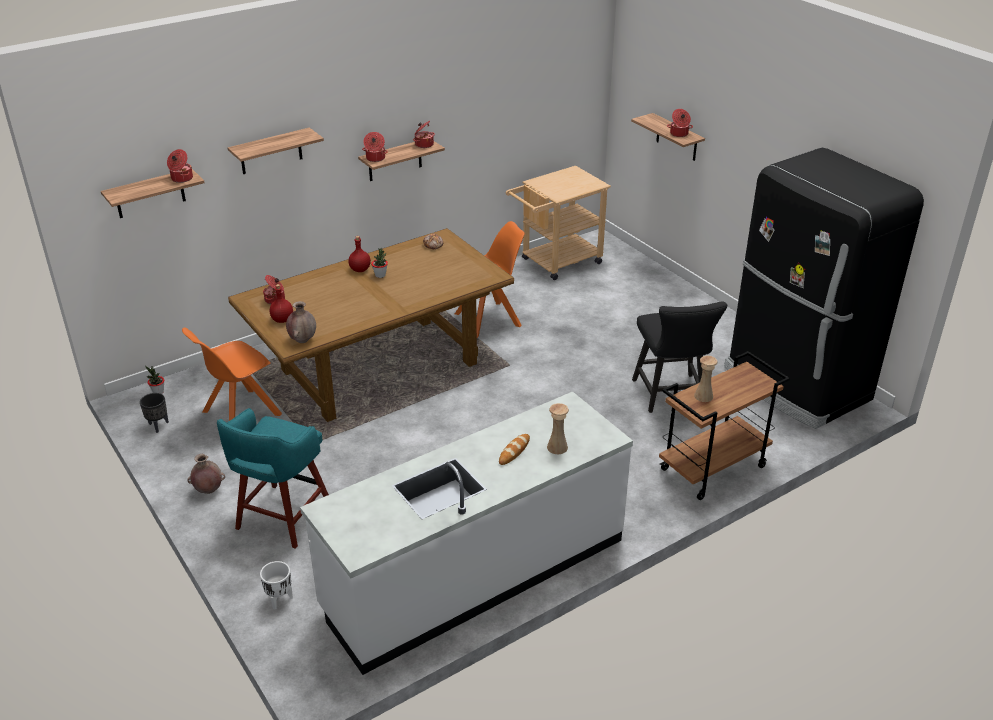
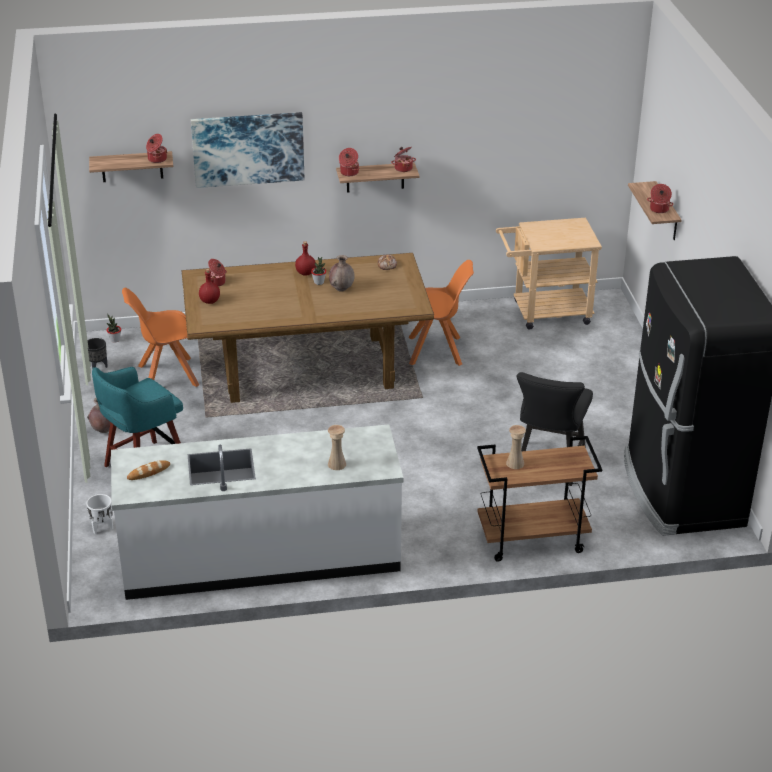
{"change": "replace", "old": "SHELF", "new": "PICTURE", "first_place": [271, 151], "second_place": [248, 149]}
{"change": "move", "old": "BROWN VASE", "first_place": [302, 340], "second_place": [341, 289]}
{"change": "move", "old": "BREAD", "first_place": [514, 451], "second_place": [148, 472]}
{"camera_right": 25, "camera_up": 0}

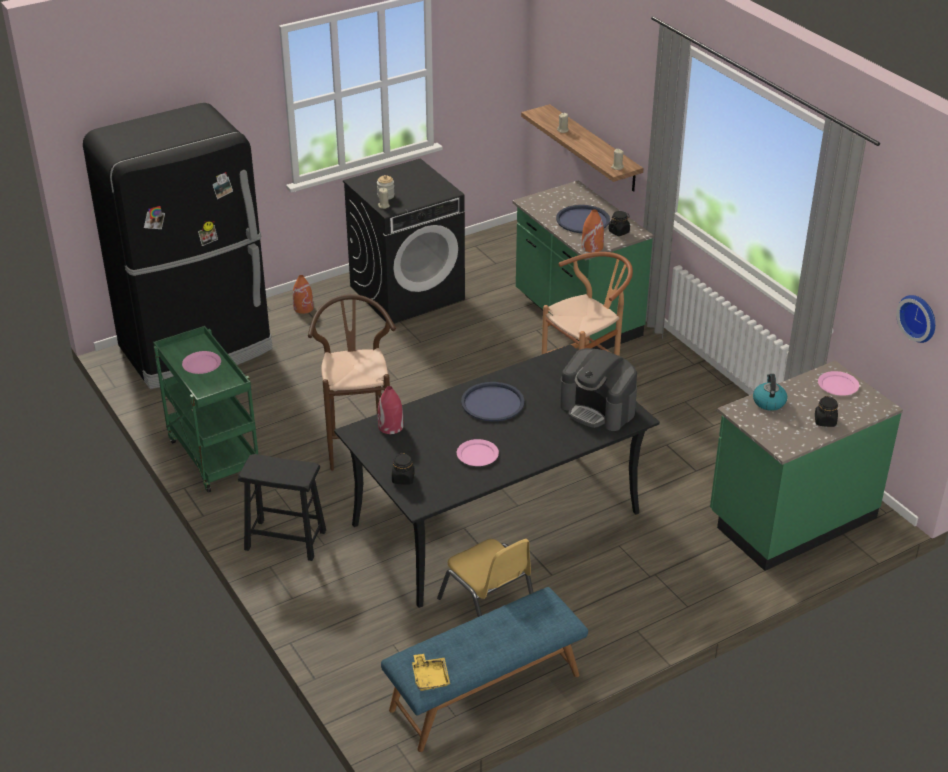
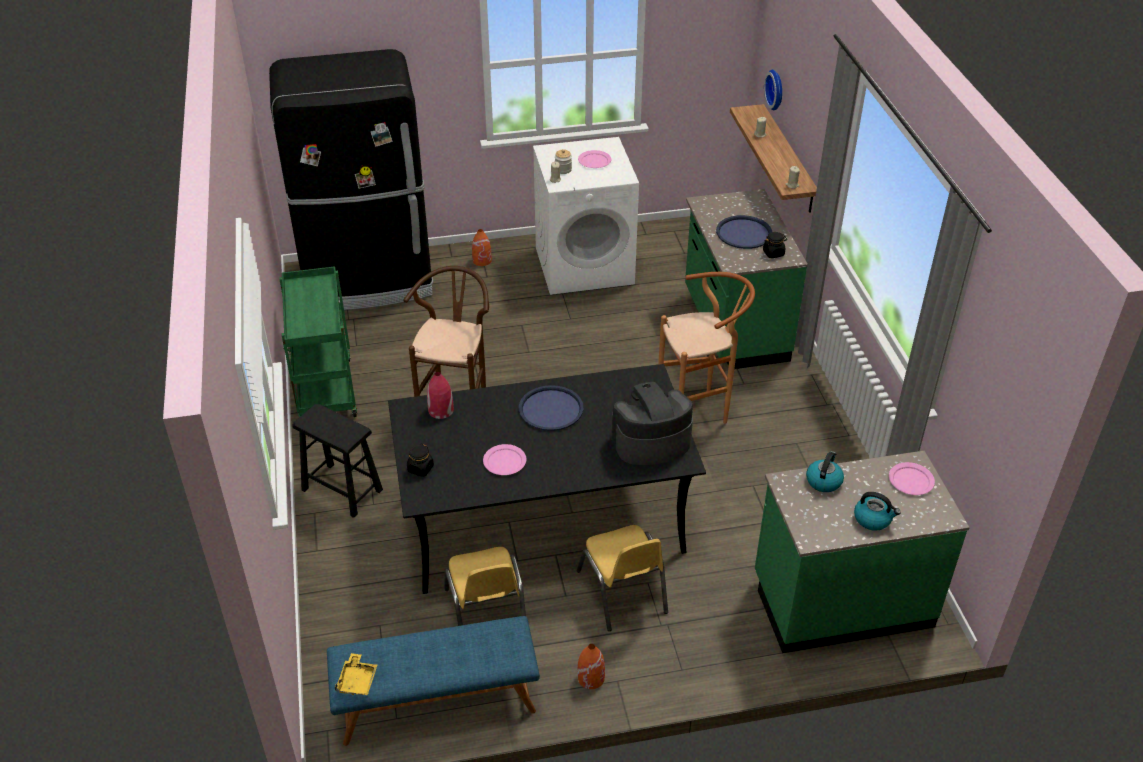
{"change": "recolor", "old": "BLACK WASHING MACHINE", "new": "WHITE WASHING MACHINE", "first_place": [407, 292], "second_place": [585, 265]}
{"change": "move", "old": "ORANGE VASE", "first_place": [592, 247], "second_place": [591, 677]}
{"change": "move", "old": "WALL CLOCK", "first_place": [919, 317], "second_place": [776, 89]}
{"change": "rotate", "old": "COFFEE MACHINE", "first_place": [598, 409], "second_place": [650, 441], "degrees": 105}
{"change": "move", "old": "PINK PLATE", "first_place": [202, 364], "second_place": [594, 161]}
{"change": "replace", "old": "BLACK JAR", "new": "KETTLE", "first_place": [825, 421], "second_place": [873, 519]}
{"change": "insert", "new": "YELLOW CHAIR", "second_place": [622, 592]}
{"camera_right": 20, "camera_up": 5}

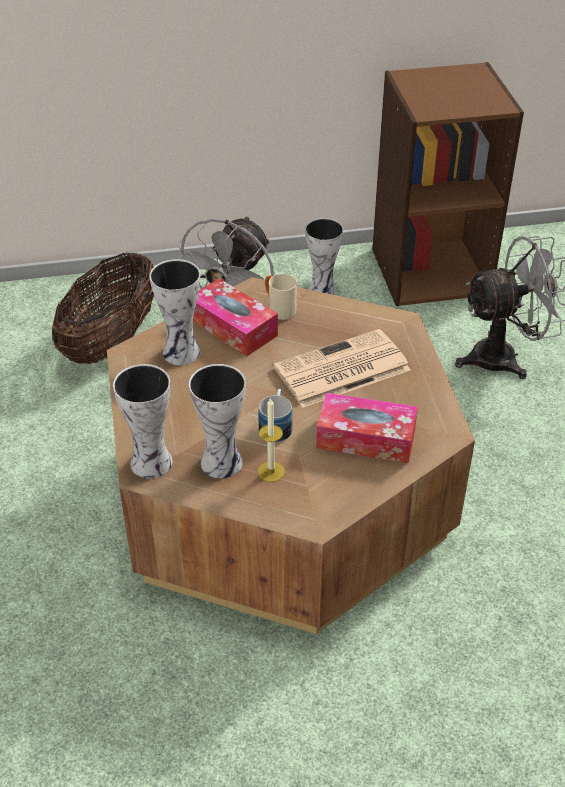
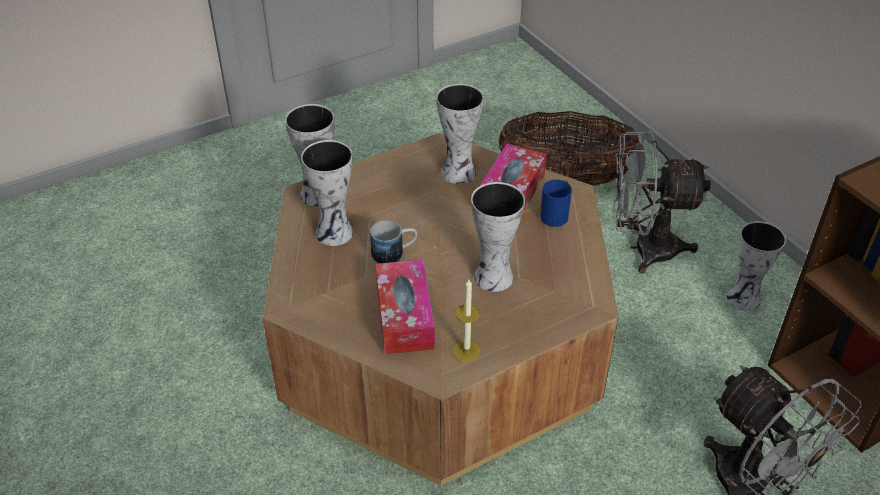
{"change": "recolor", "old": "BEIGE MUG", "new": "BLUE MUG", "first_place": [278, 309], "second_place": [556, 214]}
{"change": "replace", "old": "NEWSPAPER", "new": "VASE", "first_place": [340, 370], "second_place": [491, 277]}
{"change": "move", "old": "CANDLE", "first_place": [271, 471], "second_place": [466, 351]}
{"camera_right": 70, "camera_up": 0}

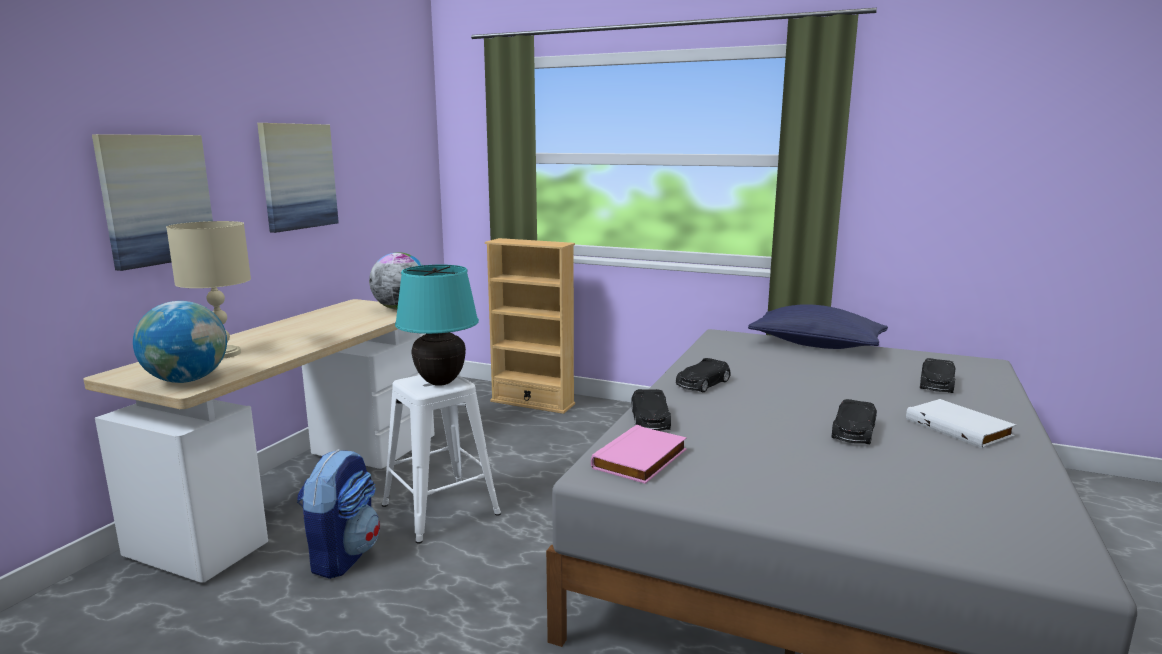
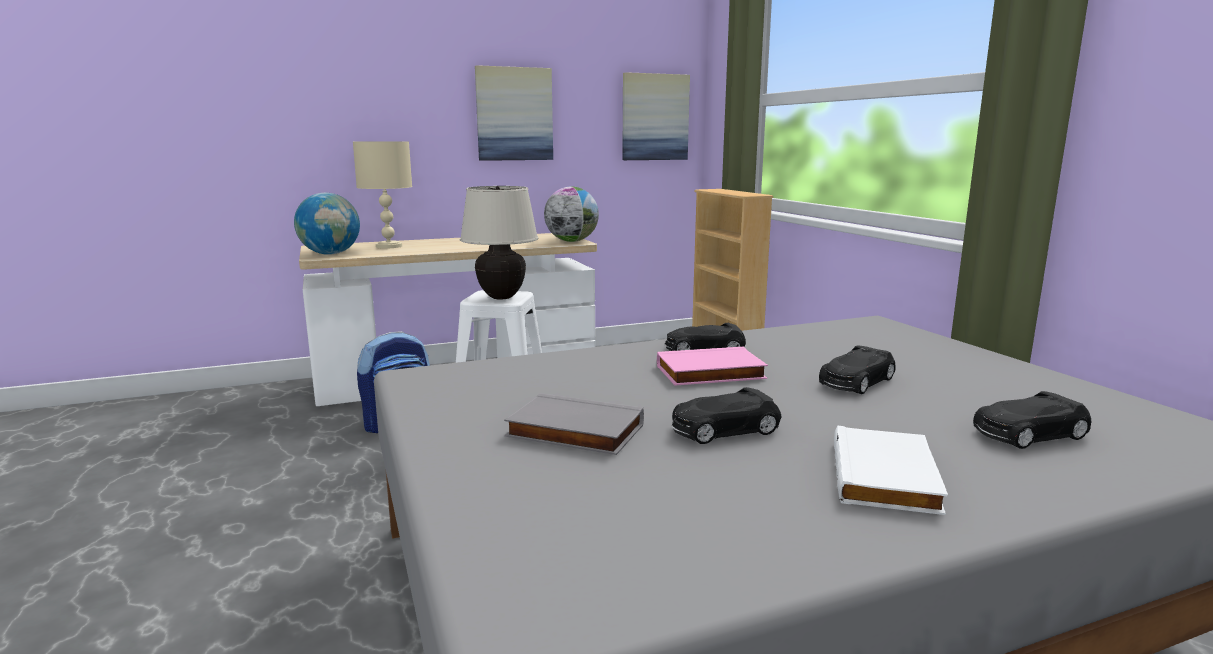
{"change": "move", "old": "PICTURE", "first_place": [157, 199], "second_place": [654, 117]}
{"change": "recolor", "old": "TURQUOISE TABLE LAMP", "new": "BEIGE TABLE LAMP", "first_place": [440, 382], "second_place": [501, 297]}
{"change": "delete", "old": "BLUE PILLOW", "first_place": [816, 345]}
{"change": "move", "old": "BLACK TOY CAR", "first_place": [650, 420], "second_place": [856, 382]}
{"change": "move", "old": "PINK BOOK", "first_place": [641, 460], "second_place": [710, 373]}
{"change": "insert", "new": "GREY BOOK", "second_place": [573, 432]}
{"camera_right": 45, "camera_up": 0}

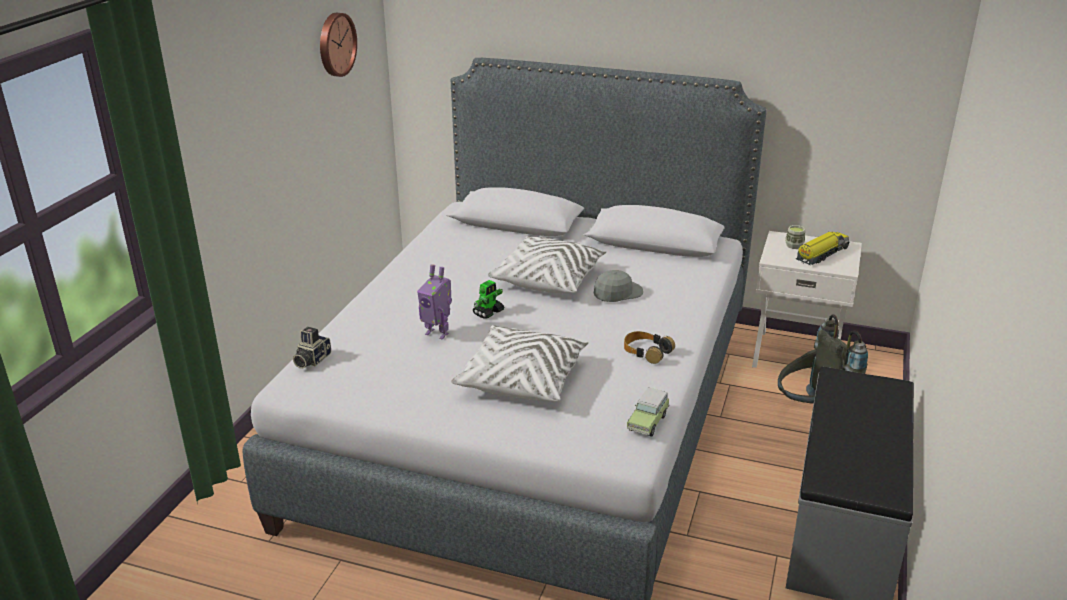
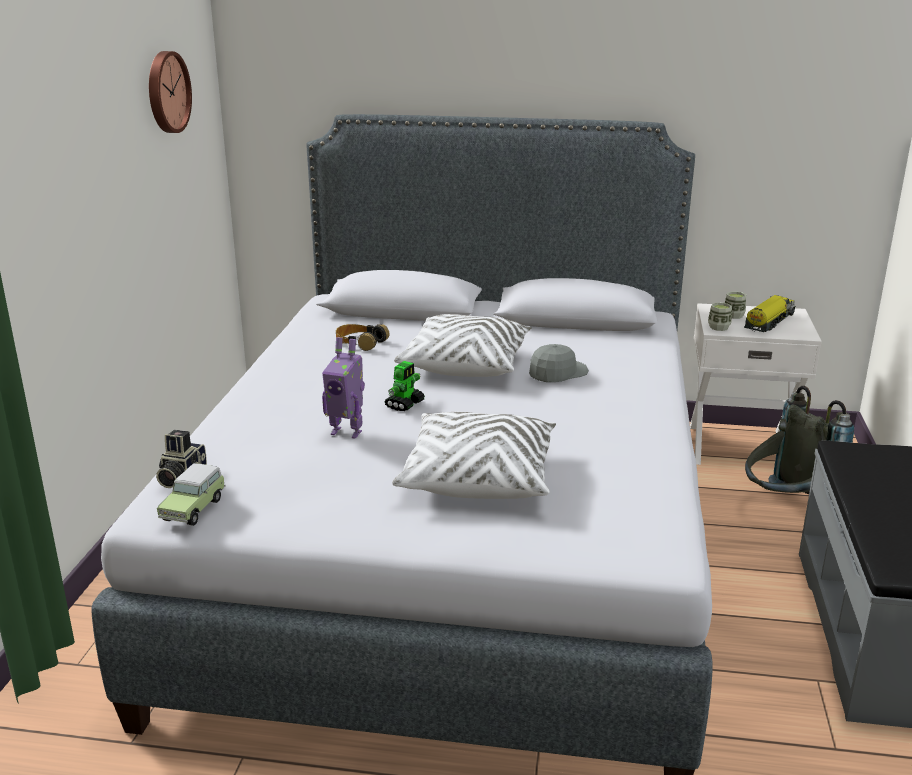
{"change": "move", "old": "HEADPHONES", "first_place": [646, 352], "second_place": [360, 342]}
{"change": "move", "old": "TOY CAR", "first_place": [648, 421], "second_place": [195, 508]}
{"change": "insert", "new": "CUP", "second_place": [719, 327]}
{"camera_right": -10, "camera_up": -5}

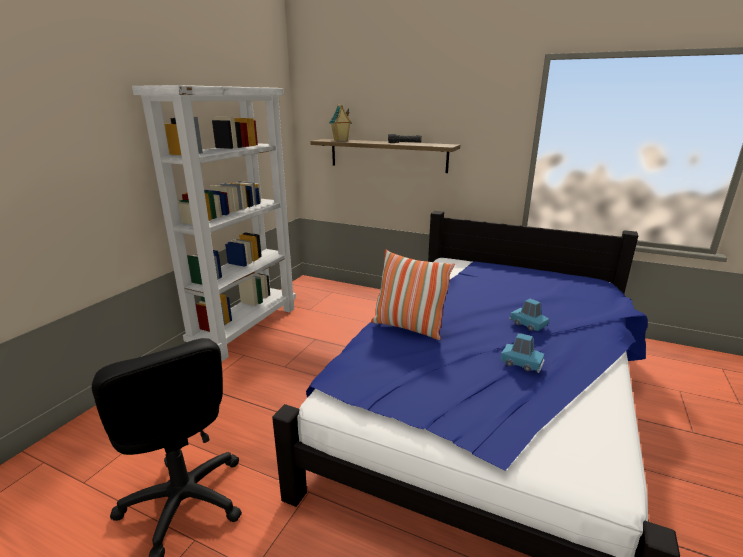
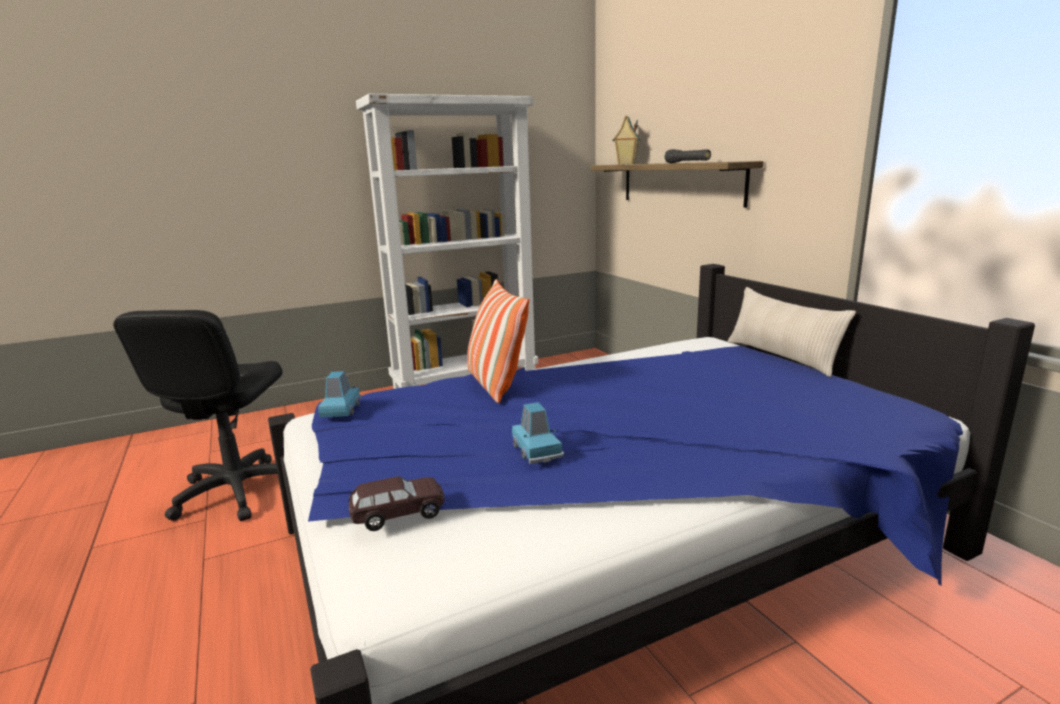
{"change": "move", "old": "BLUE TOY CAR", "first_place": [528, 324], "second_place": [341, 410]}
{"change": "insert", "new": "BEIGE PILLOW", "second_place": [781, 356]}
{"change": "insert", "new": "BROWN TOY CAR", "second_place": [398, 514]}
{"camera_right": 40, "camera_up": -5}

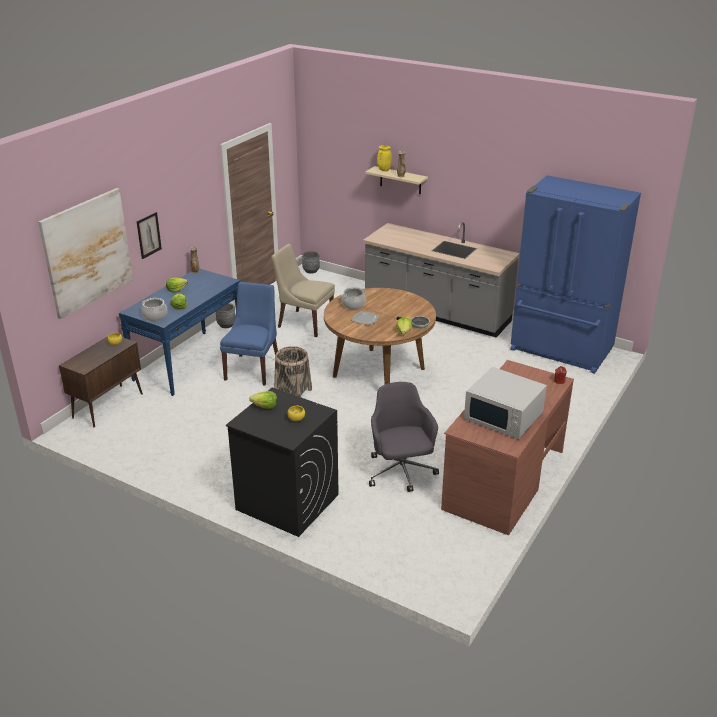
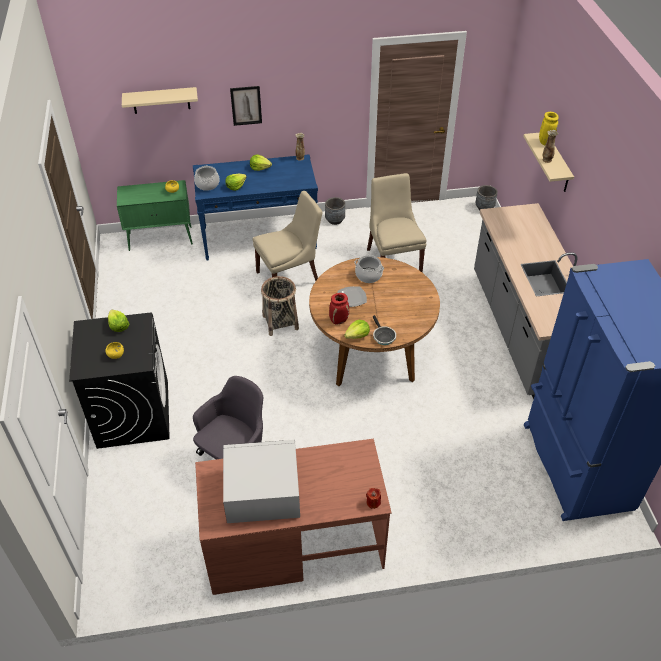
{"change": "replace", "old": "PICTURE", "new": "BEIGE SHELF", "first_place": [87, 252], "second_place": [161, 100]}
{"change": "recolor", "old": "BLUE CHAIR", "new": "BEIGE CHAIR", "first_place": [253, 368], "second_place": [290, 277]}
{"change": "recolor", "old": "BROWN CABINET", "new": "GREEN CABINET", "first_place": [108, 405], "second_place": [161, 238]}
{"change": "rotate", "old": "WHITE MICROWAVE", "first_place": [504, 417], "second_place": [261, 492], "degrees": 90}
{"change": "insert", "new": "RED VASE", "second_place": [339, 320]}
{"camera_right": 50, "camera_up": 15}

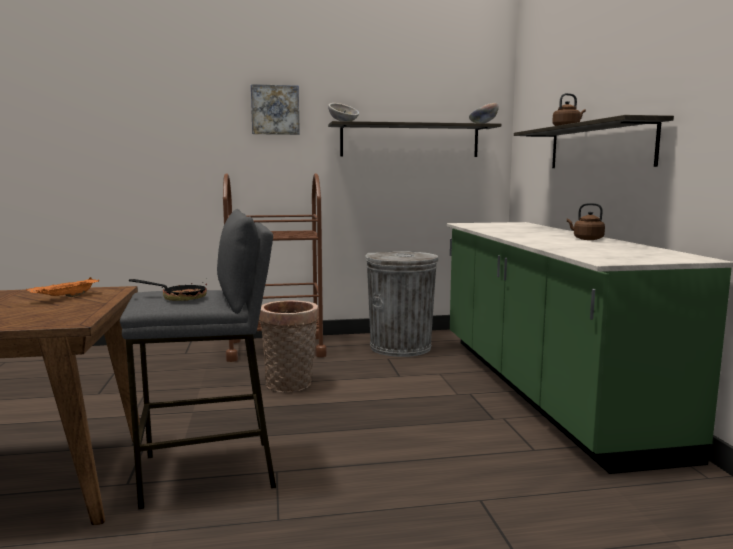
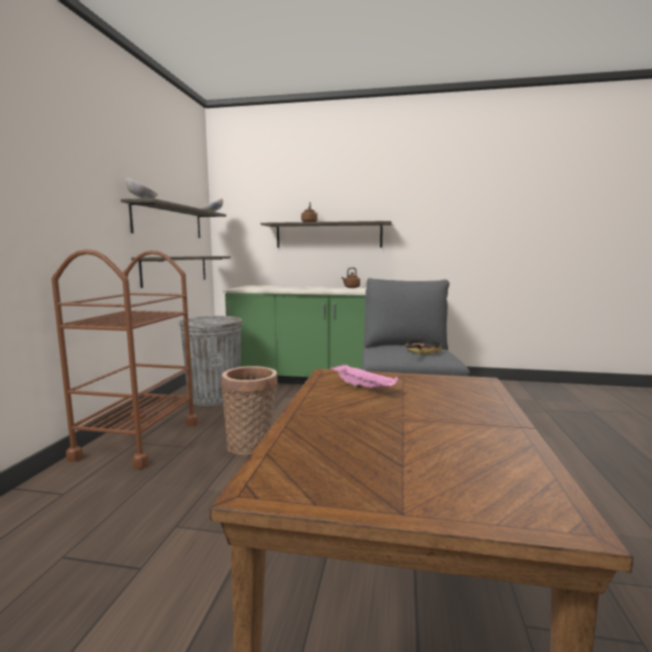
{"change": "delete", "old": "PICTURE", "first_place": [275, 110]}
{"change": "recolor", "old": "ORANGE TRAY", "new": "PINK TRAY", "first_place": [65, 297], "second_place": [364, 388]}
{"change": "insert", "new": "SHELF", "second_place": [176, 270]}
{"camera_right": -70, "camera_up": 0}

